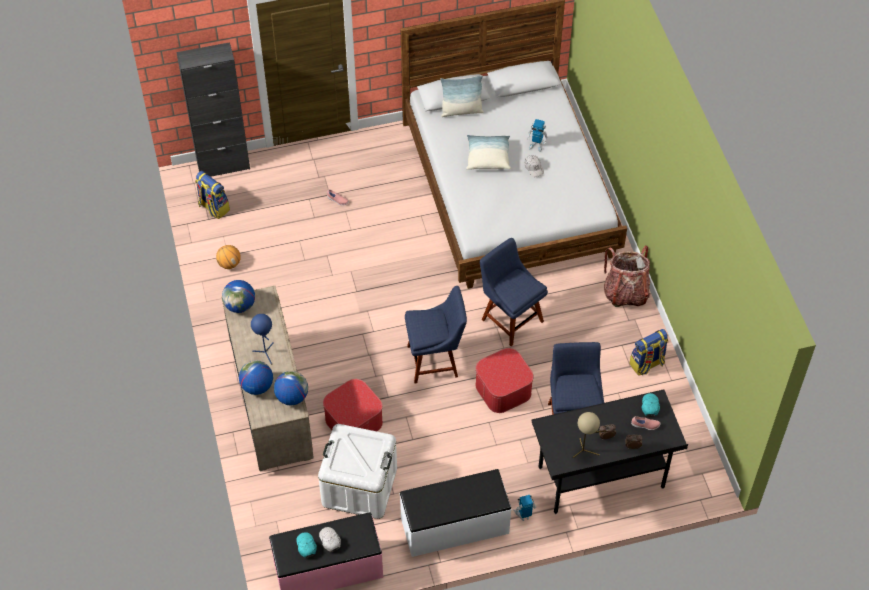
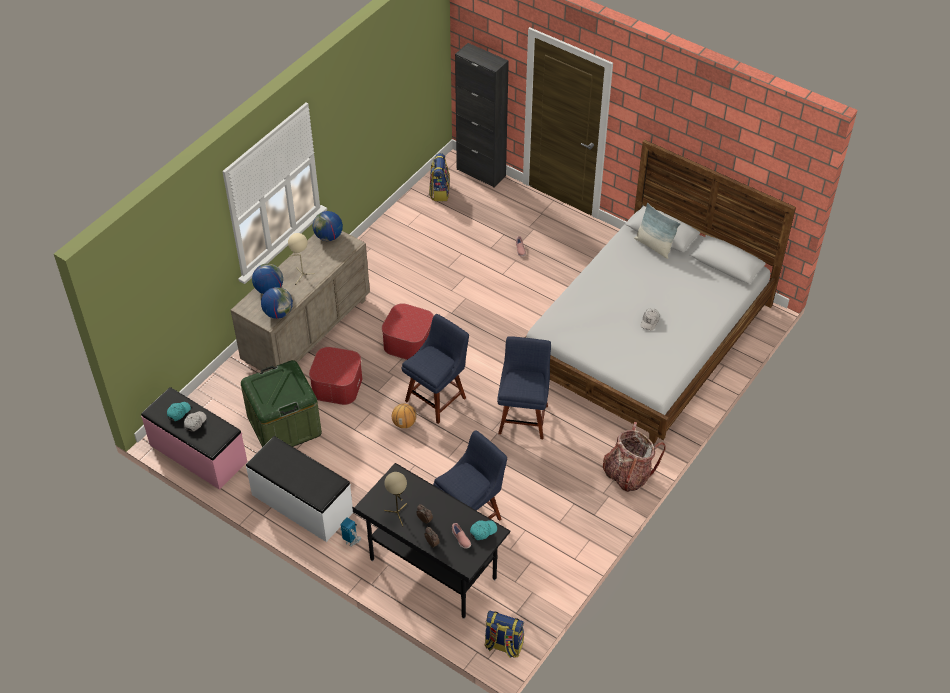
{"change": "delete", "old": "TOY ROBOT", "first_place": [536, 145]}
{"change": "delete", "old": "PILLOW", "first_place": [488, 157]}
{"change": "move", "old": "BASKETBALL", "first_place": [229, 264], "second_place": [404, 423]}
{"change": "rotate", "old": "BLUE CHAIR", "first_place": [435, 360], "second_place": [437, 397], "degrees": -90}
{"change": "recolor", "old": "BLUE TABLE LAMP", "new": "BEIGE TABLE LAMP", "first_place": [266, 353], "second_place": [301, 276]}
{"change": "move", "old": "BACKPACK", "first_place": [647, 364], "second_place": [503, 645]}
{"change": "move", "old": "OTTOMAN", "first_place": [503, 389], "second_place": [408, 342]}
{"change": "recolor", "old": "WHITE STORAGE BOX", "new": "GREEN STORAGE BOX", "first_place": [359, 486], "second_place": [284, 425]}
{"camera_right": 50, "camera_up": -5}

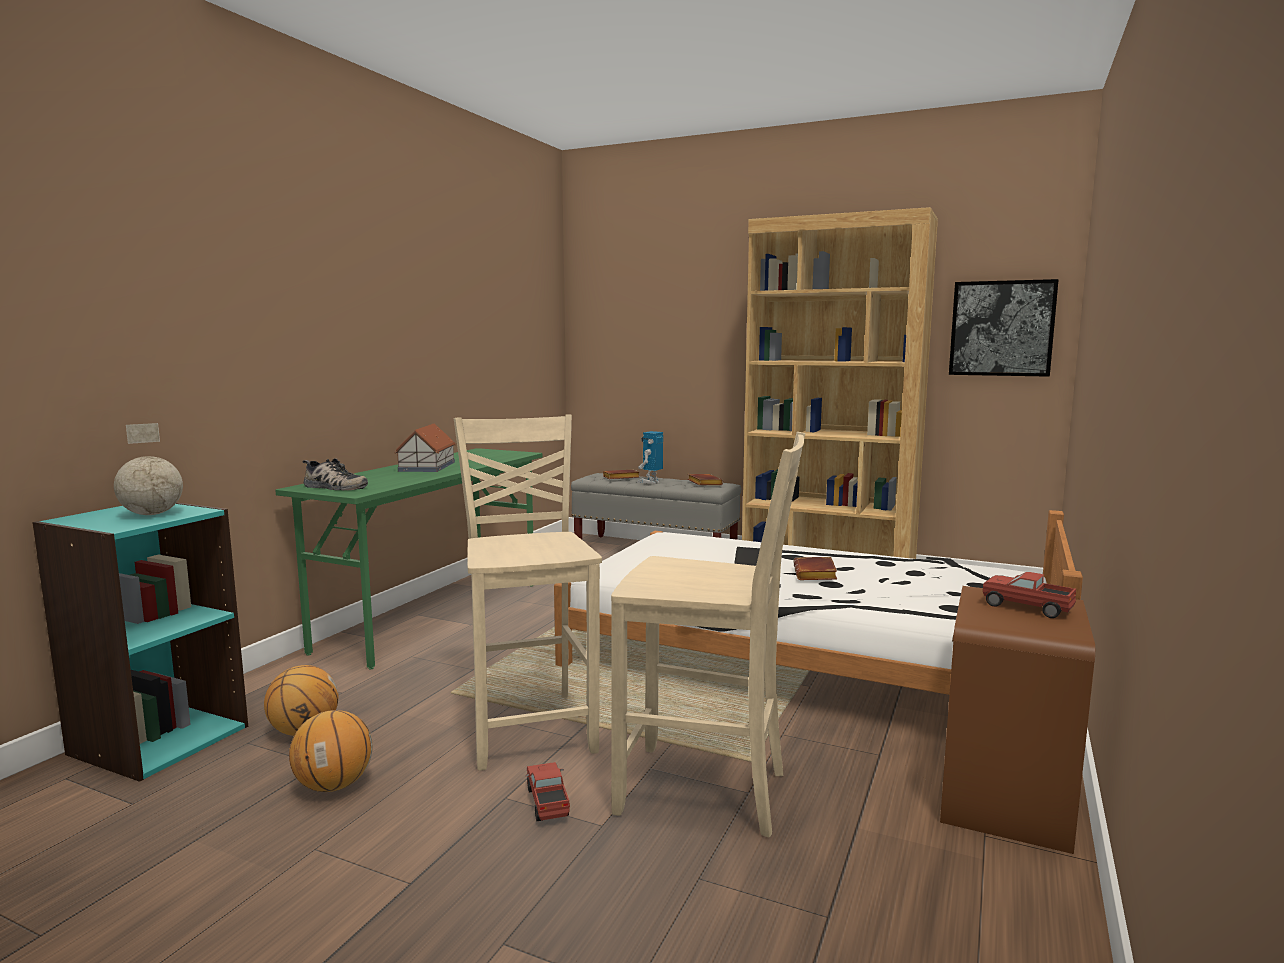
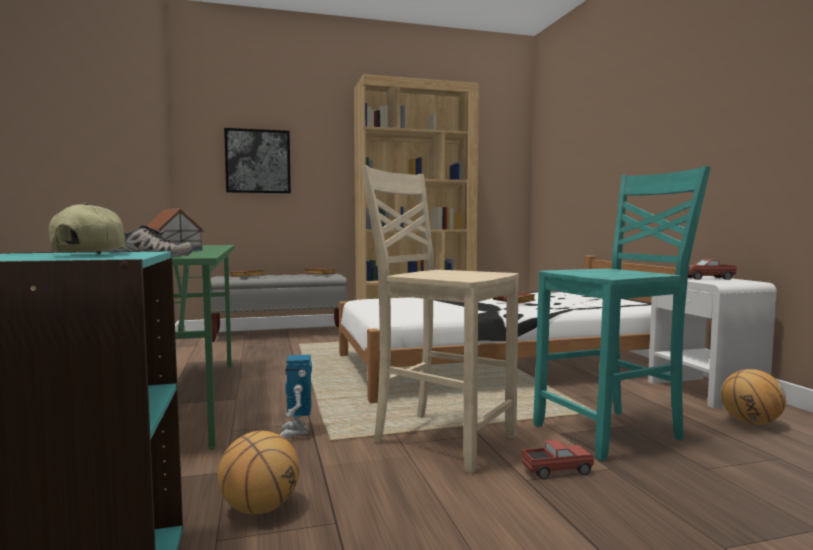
{"change": "move", "old": "PICTURE", "first_place": [1001, 328], "second_place": [258, 161]}
{"change": "replace", "old": "GLOBE", "new": "CAP", "first_place": [151, 514], "second_place": [94, 254]}
{"change": "move", "old": "TOY ROBOT", "first_place": [650, 482], "second_place": [296, 431]}
{"change": "recolor", "old": "BEIGE CHAIR", "new": "TURQUOISE CHAIR", "first_place": [706, 792], "second_place": [611, 433]}
{"change": "recolor", "old": "BROWN NIGHTSTAND", "new": "WHITE NIGHTSTAND", "first_place": [1005, 797], "second_place": [705, 391]}
{"change": "move", "old": "BASKETBALL", "first_place": [334, 785], "second_place": [750, 423]}
{"change": "rotate", "old": "TOY TRUCK", "first_place": [547, 803], "second_place": [556, 471], "degrees": 135}
{"camera_right": -40, "camera_up": -5}

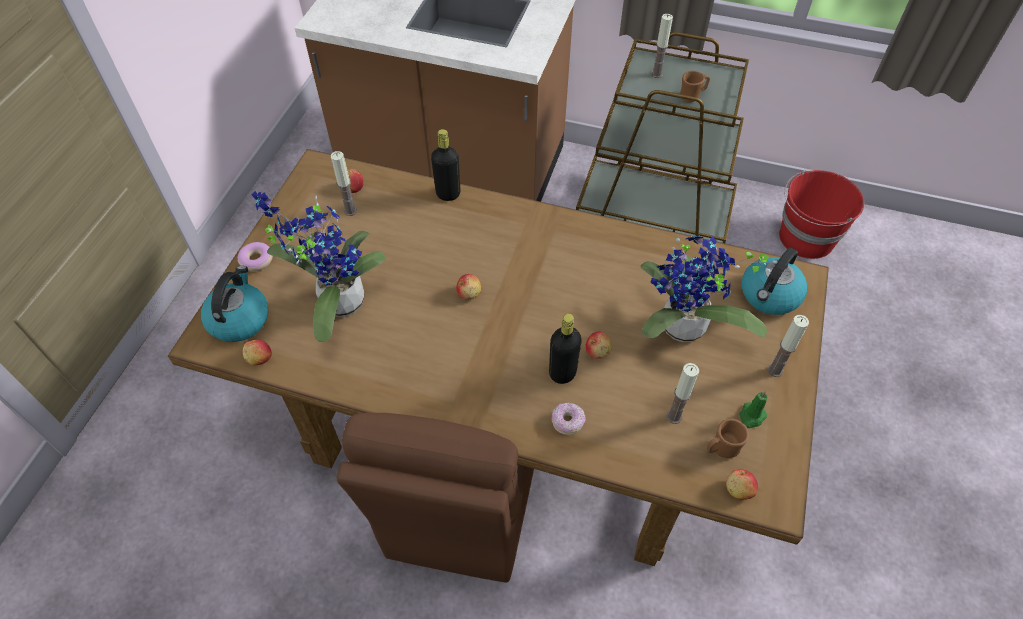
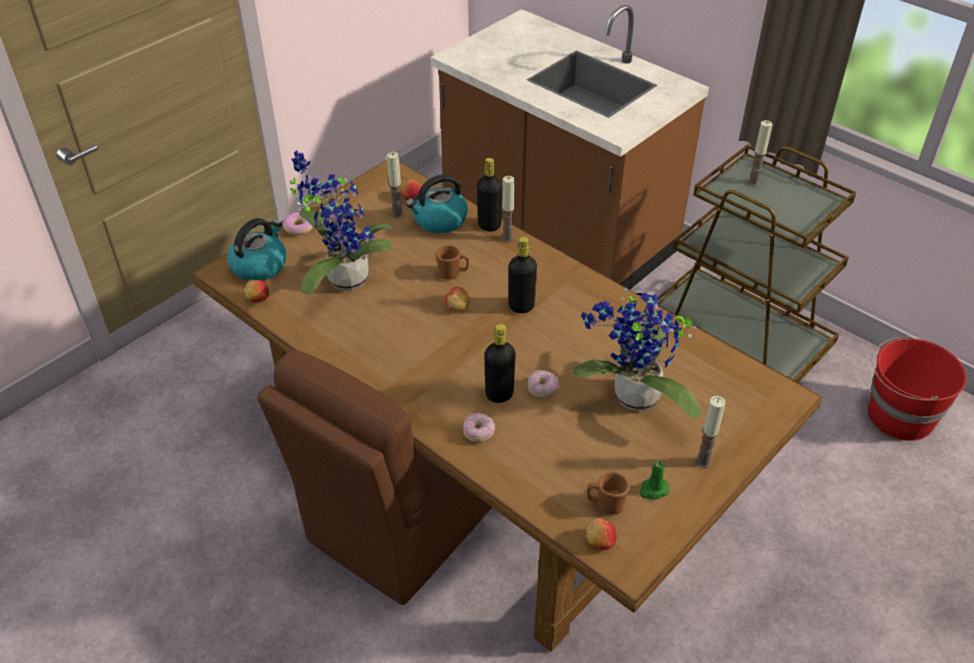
{"change": "move", "old": "BROWN MUG", "first_place": [692, 96], "second_place": [452, 274]}
{"change": "move", "old": "KETTLE", "first_place": [769, 295], "second_place": [439, 220]}
{"change": "replace", "old": "APPLE", "new": "DONUT", "first_place": [597, 351], "second_place": [542, 388]}
{"change": "move", "old": "CANDLE", "first_place": [674, 416], "second_place": [507, 238]}
{"change": "insert", "new": "BLACK BOTTLE", "second_place": [521, 306]}
{"camera_right": 25, "camera_up": -10}

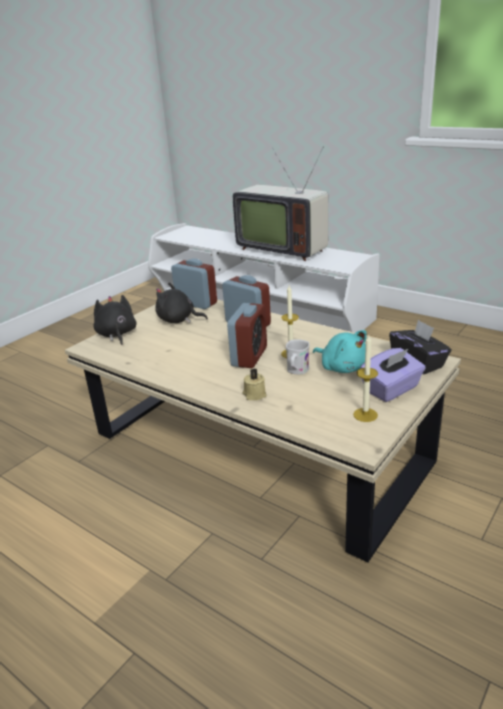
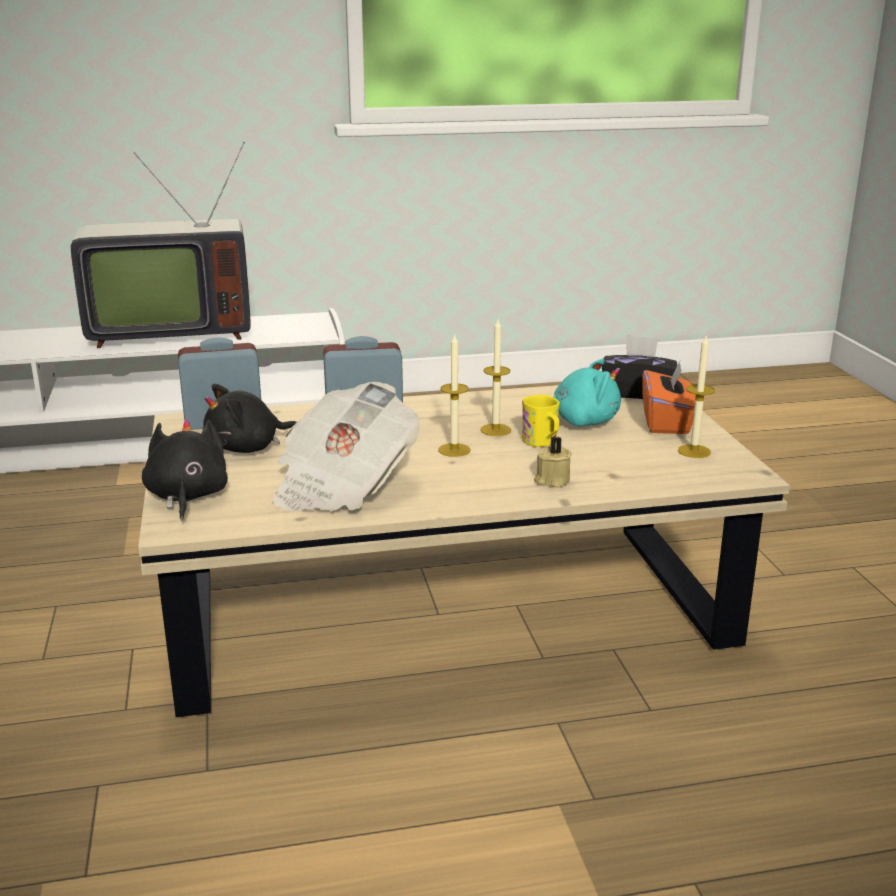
{"change": "rotate", "old": "BLACK PLUSH TOY", "first_place": [116, 334], "second_place": [187, 497], "degrees": 60}
{"change": "replace", "old": "ALARM CLOCK", "new": "CANDLE", "first_place": [249, 356], "second_place": [454, 450]}
{"change": "recolor", "old": "WHITE MUG", "new": "YELLOW MUG", "first_place": [297, 371], "second_place": [542, 443]}
{"change": "recolor", "old": "PURPLE TISSUE BOX", "new": "ORANGE TISSUE BOX", "first_place": [391, 389], "second_place": [667, 422]}
{"change": "insert", "new": "NEWSPAPER", "second_place": [342, 485]}
{"camera_right": -50, "camera_up": -5}

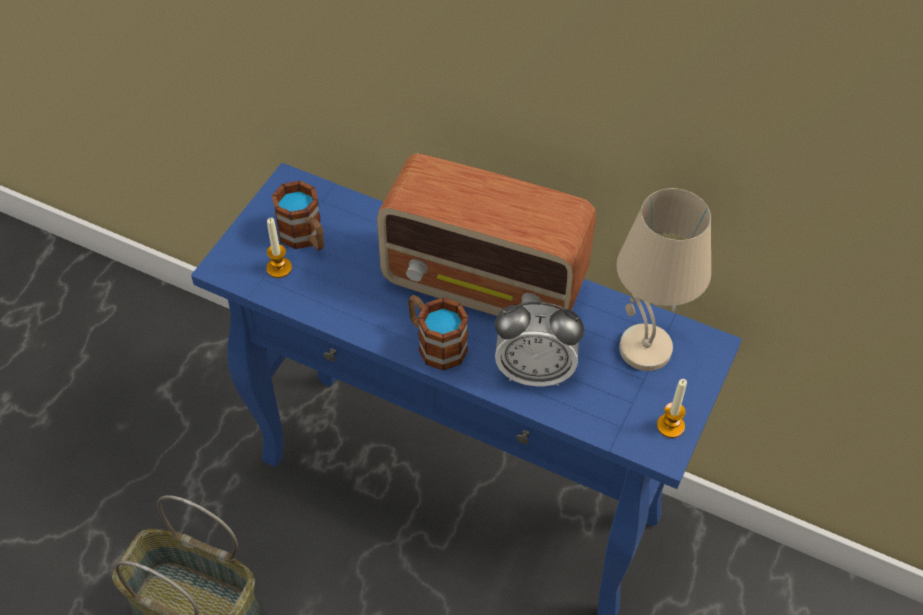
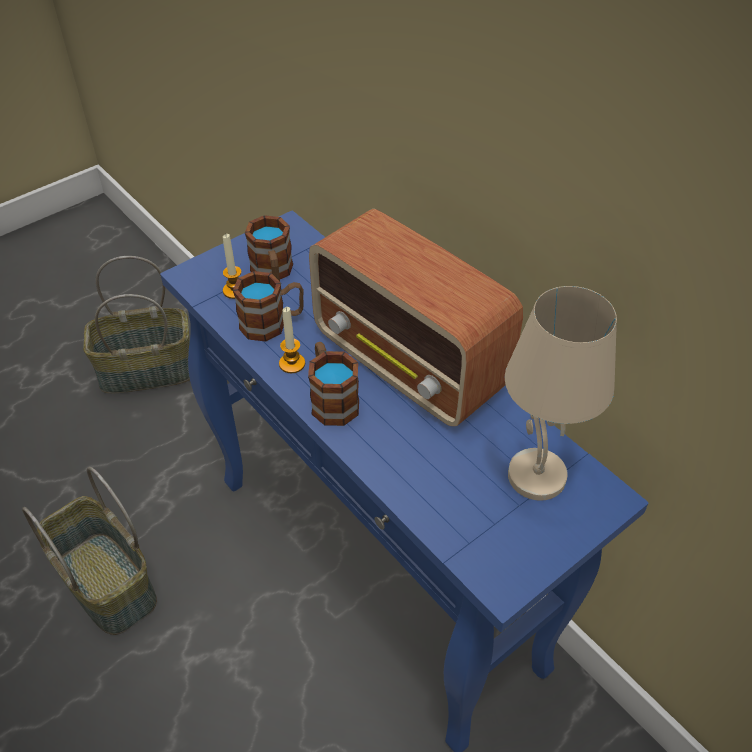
{"change": "delete", "old": "ALARM CLOCK", "first_place": [534, 371]}
{"change": "move", "old": "CANDLE", "first_place": [670, 426], "second_place": [292, 363]}
{"change": "insert", "new": "BASKET", "second_place": [146, 372]}
{"change": "insert", "new": "MUG", "second_place": [272, 323]}
{"camera_right": 25, "camera_up": -5}

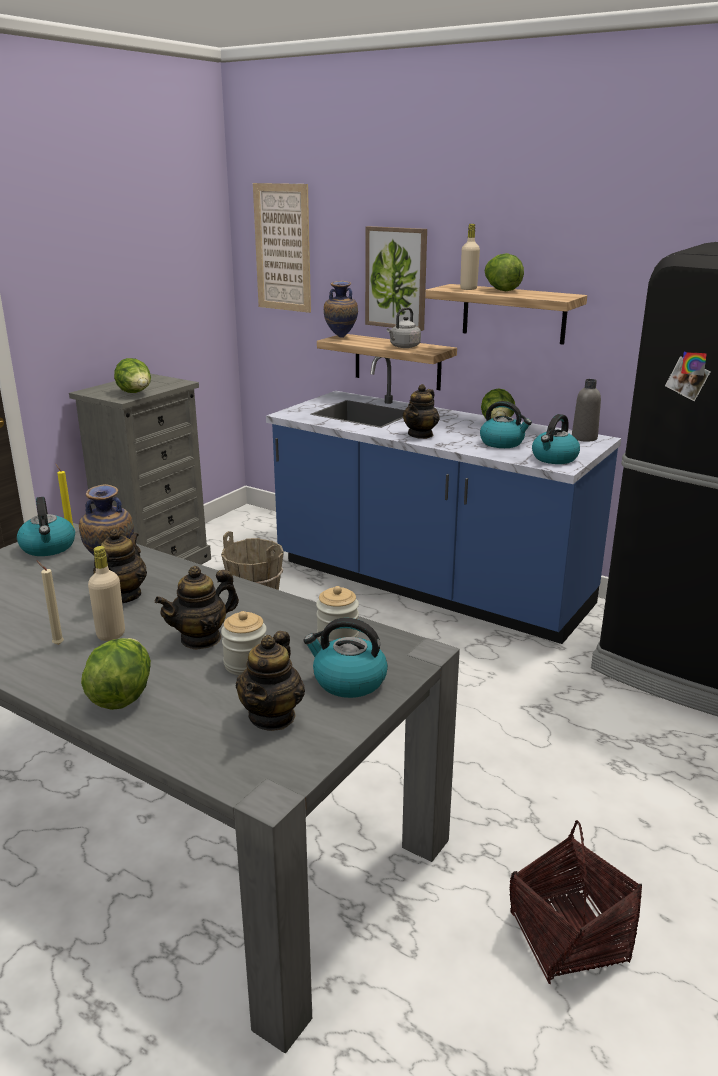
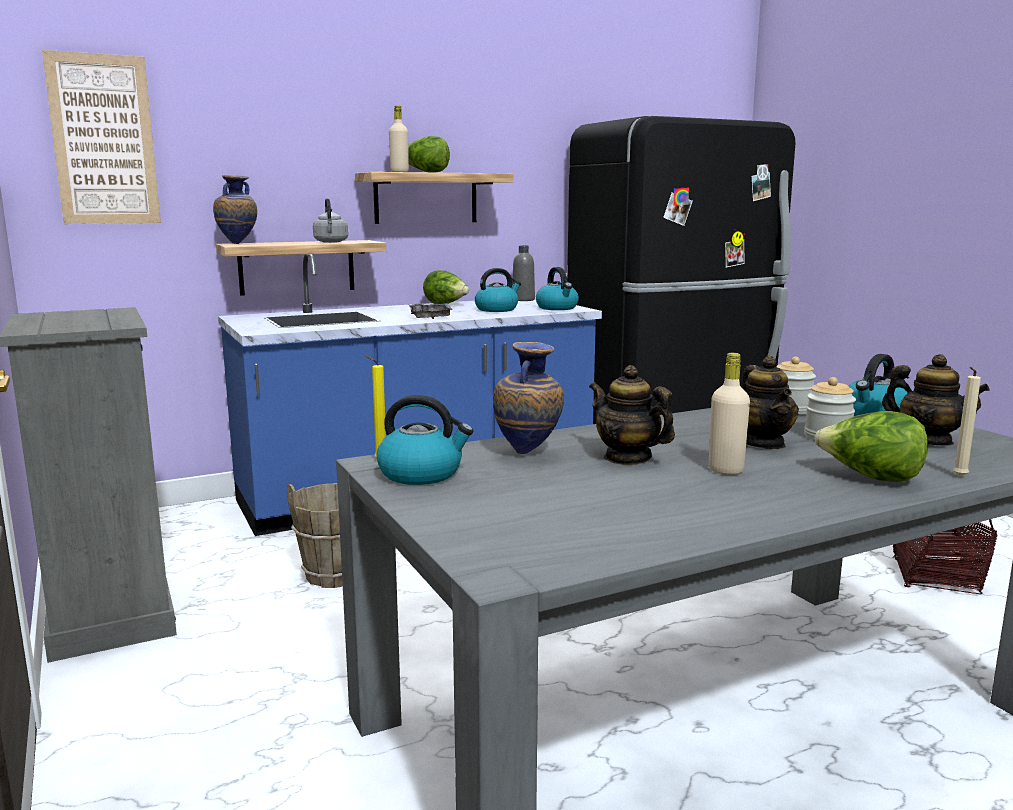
{"change": "delete", "old": "PICTURE", "first_place": [396, 278]}
{"change": "delete", "old": "LETTUCE", "first_place": [136, 393]}
{"change": "replace", "old": "TEAPOT", "new": "GREY TRAY", "first_place": [421, 435], "second_place": [429, 317]}
{"change": "move", "old": "BEIGE CANDLE", "first_place": [57, 644], "second_place": [958, 477]}
{"camera_right": -60, "camera_up": -10}

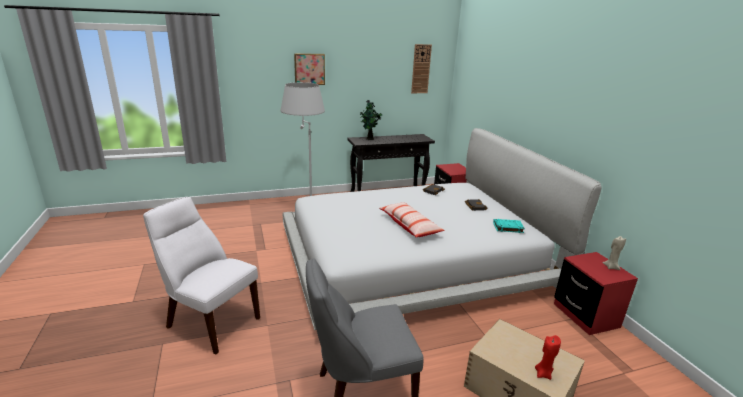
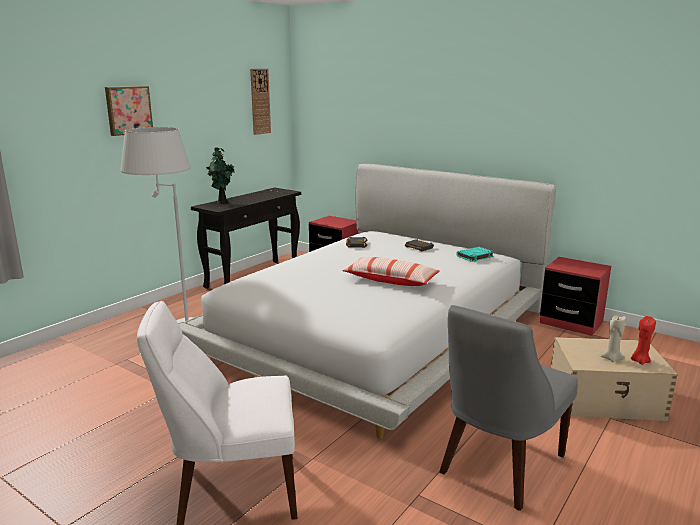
{"change": "move", "old": "BEIGE CANDLE", "first_place": [611, 267], "second_place": [611, 358]}
{"camera_right": -35, "camera_up": -5}

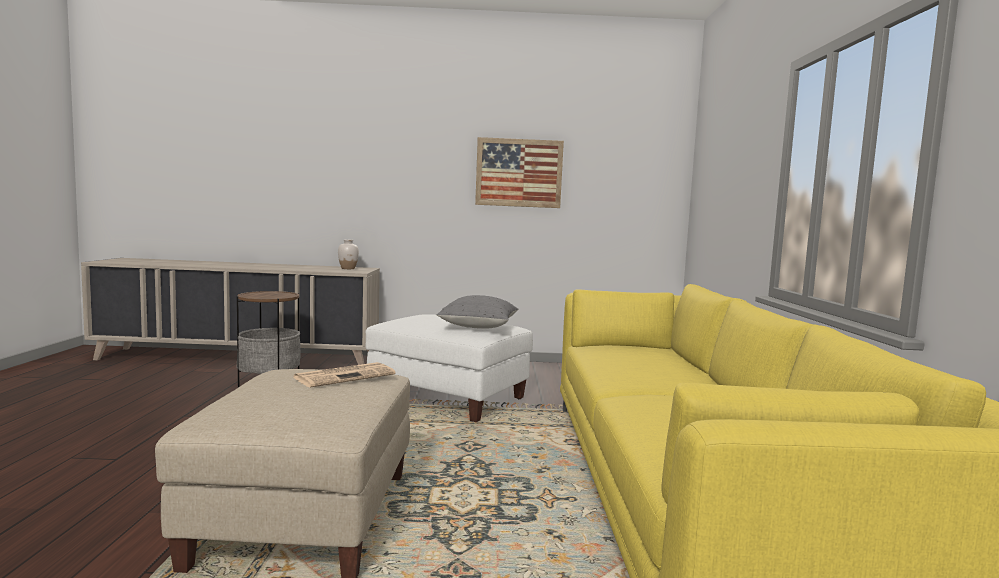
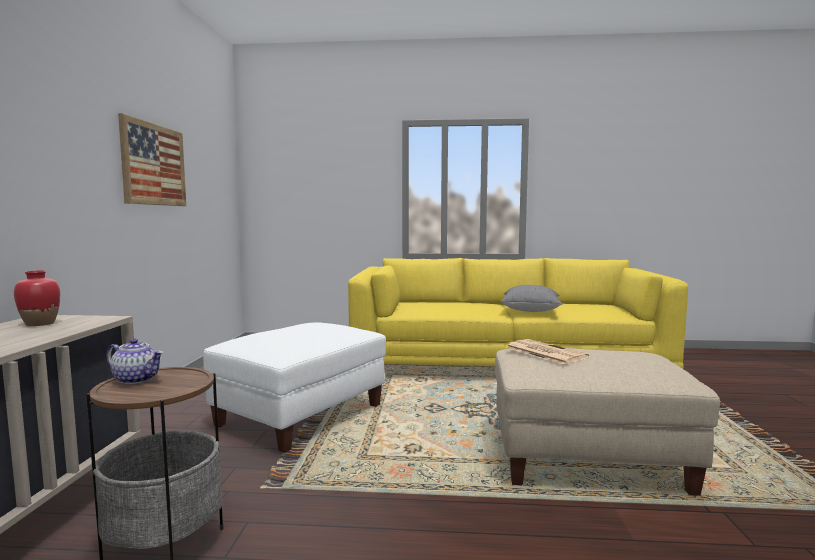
{"change": "recolor", "old": "WHITE VASE", "new": "RED VASE", "first_place": [348, 268], "second_place": [40, 324]}
{"change": "move", "old": "GREY PILLOW", "first_place": [478, 327], "second_place": [530, 310]}
{"change": "insert", "new": "TEAPOT", "second_place": [137, 379]}
{"camera_right": -85, "camera_up": 0}

